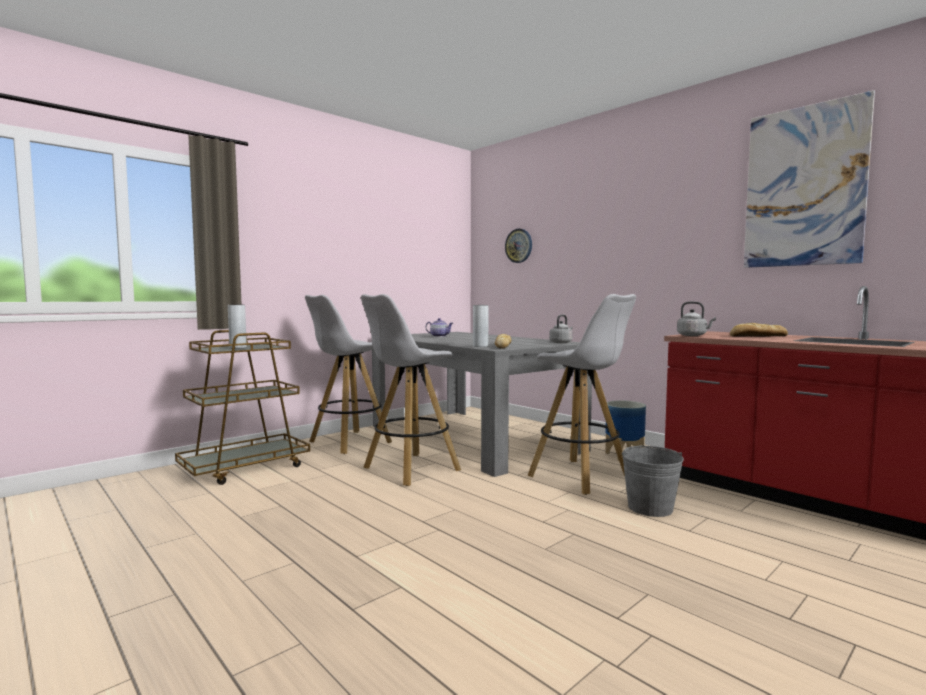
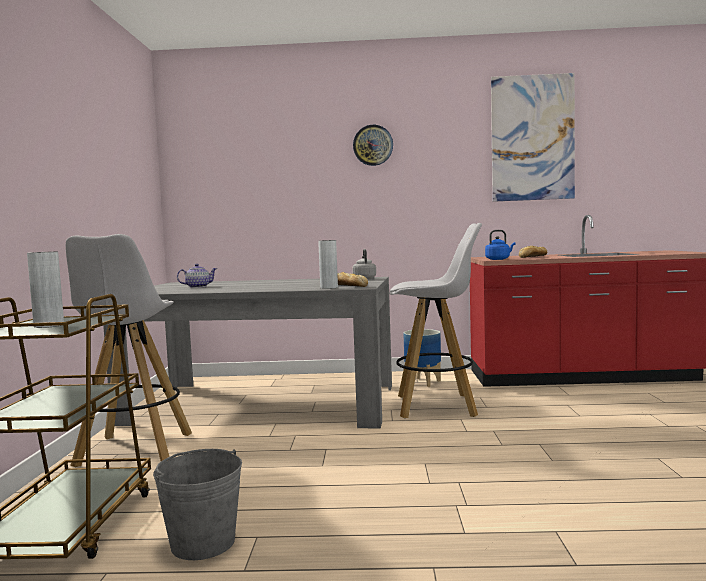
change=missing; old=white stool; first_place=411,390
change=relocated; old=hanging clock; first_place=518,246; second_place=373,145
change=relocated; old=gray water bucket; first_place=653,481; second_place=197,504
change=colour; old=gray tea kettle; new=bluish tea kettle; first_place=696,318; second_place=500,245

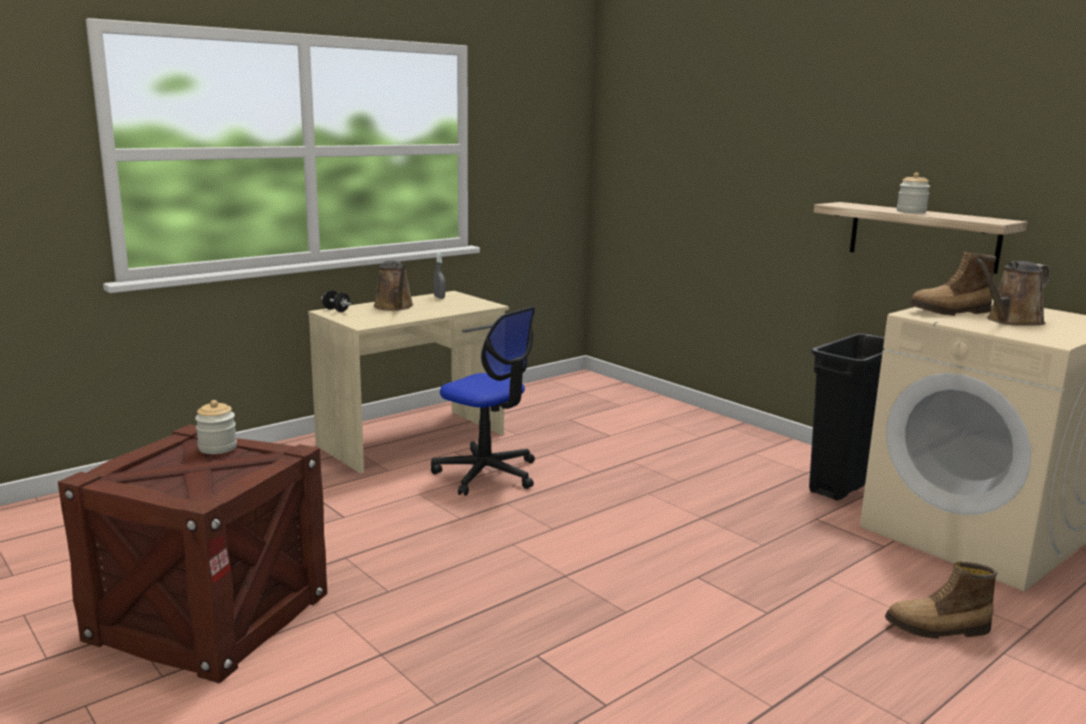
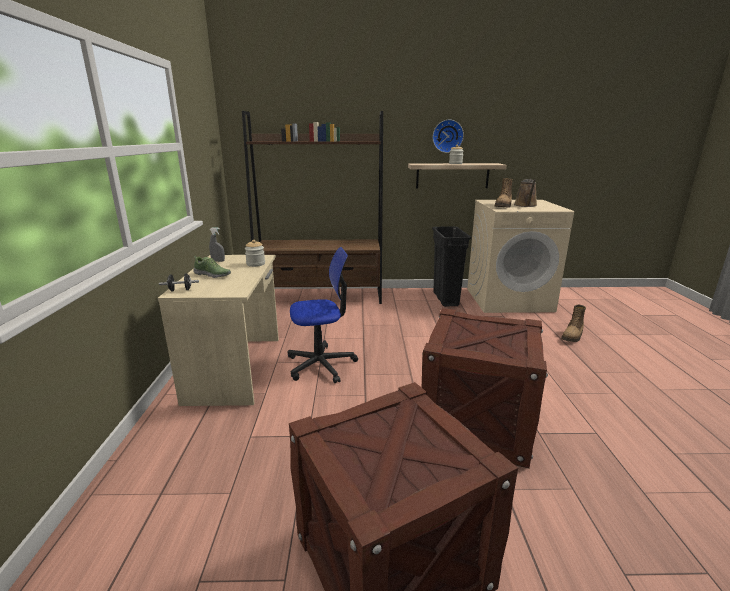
change=appeared; new=brown bookcase; second_place=312,207
change=appeared; new=shipping crate; second_place=484,388
change=appeared; new=hanging clock; second_place=448,136
change=relocated; old=jar; first_place=216,427; second_place=255,253
change=exchanged; old=brown watering pot; new=shoe; first_place=394,285; second_place=212,267

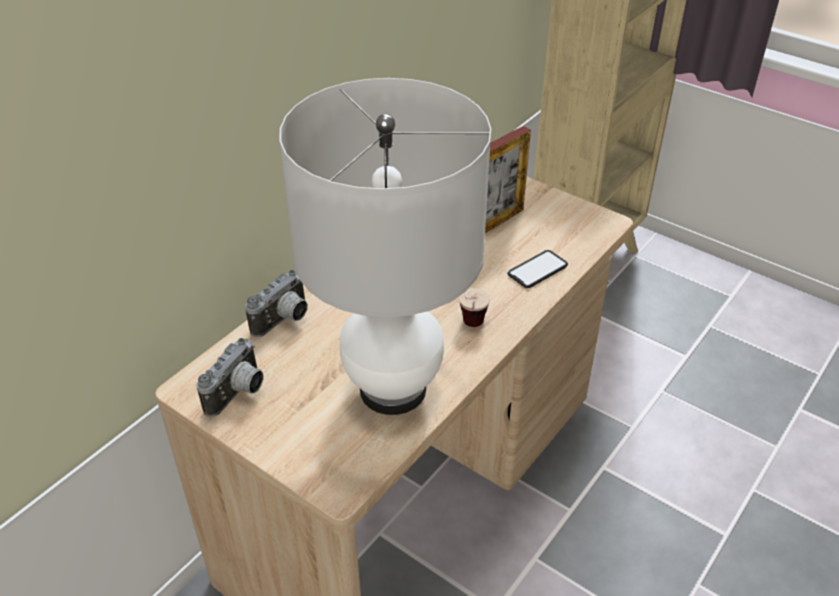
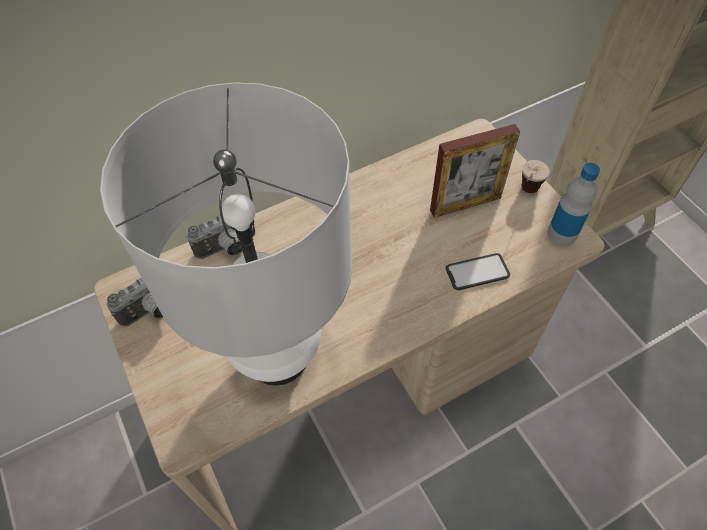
change=appeared; new=bottle; second_place=573,204
change=relocated; old=drinking cup; first_place=474,307; second_place=535,176

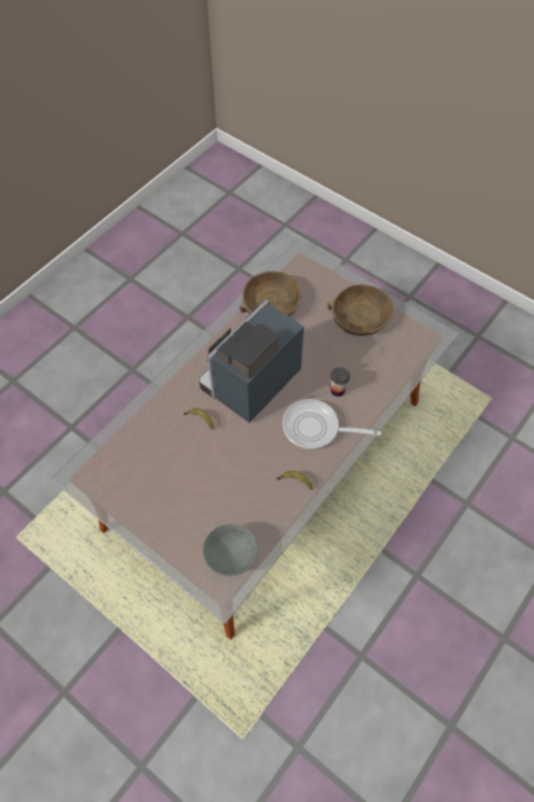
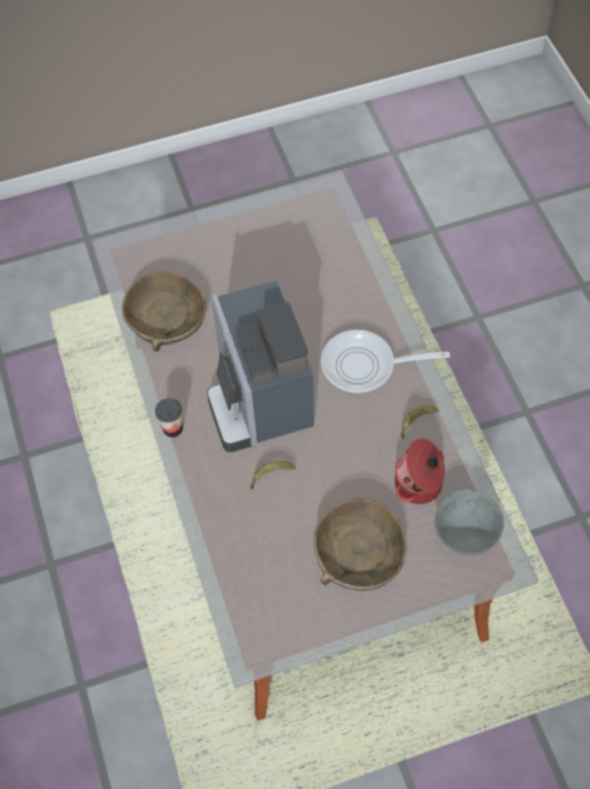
change=appeared; new=cooking pot; second_place=420,471
change=relocated; old=brown bowl; first_place=360,310; second_place=360,544
change=relocated; old=drinking cup; first_place=340,382; second_place=169,417
change=spun; old=frying pan; first_place=331,424; second_place=385,362; degrees=45

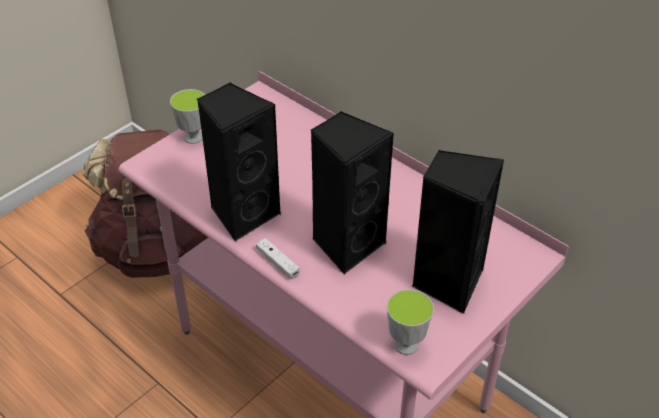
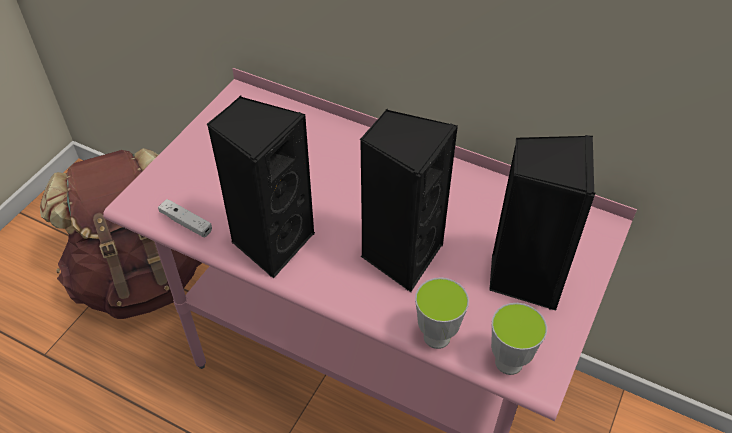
change=relocated; old=drinking cup; first_place=187,116; second_place=442,313
change=relocated; old=white gamepad; first_place=278,259; second_place=185,218

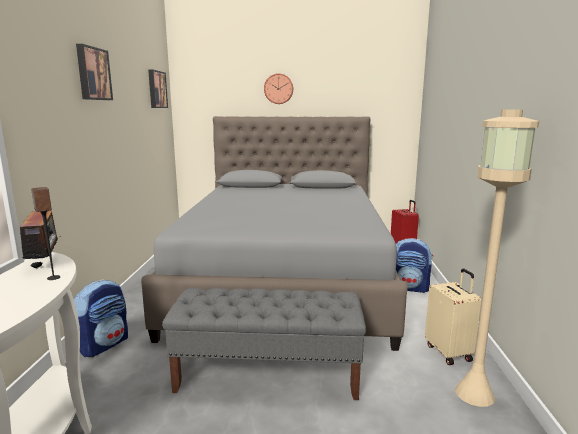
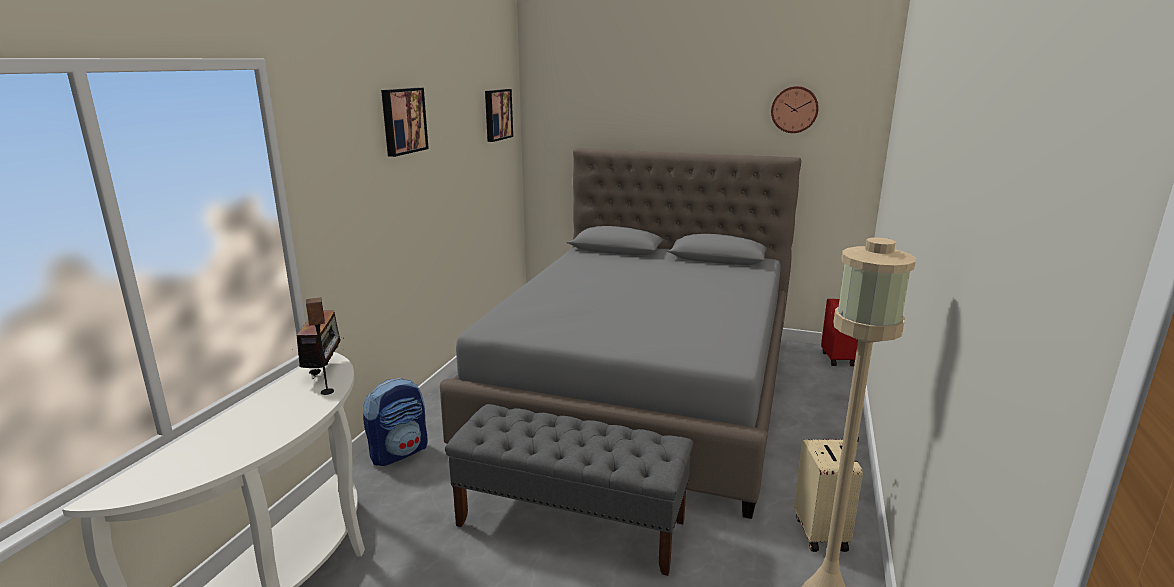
change=missing; old=rucksack; first_place=414,265
change=relocated; old=hanging clock; first_place=278,88; second_place=795,109

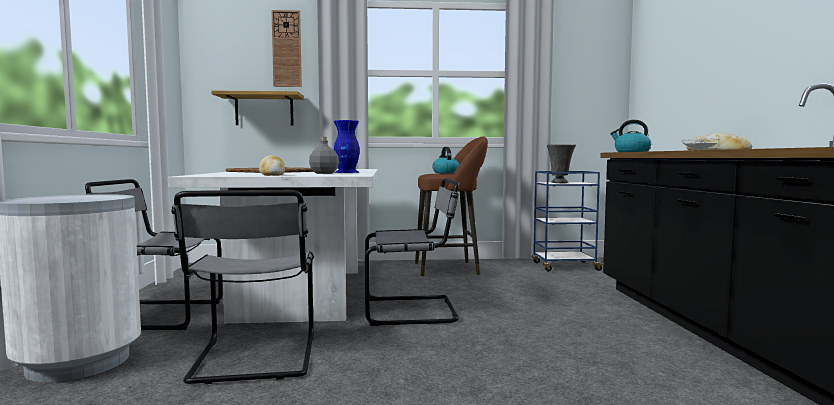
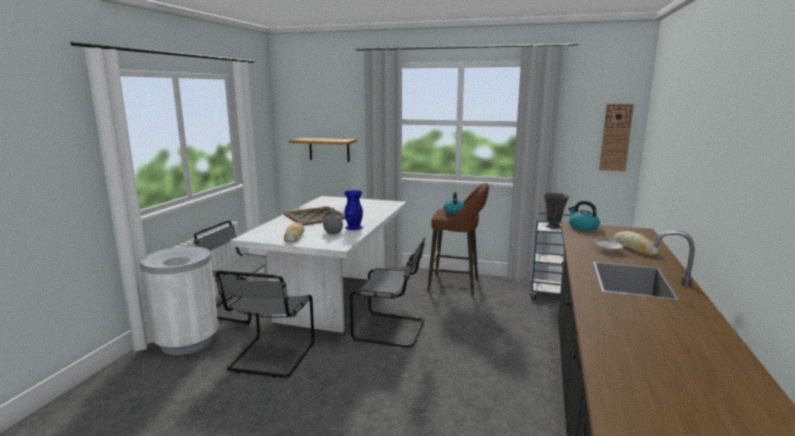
change=relocated; old=hanging clock; first_place=286,48; second_place=616,137

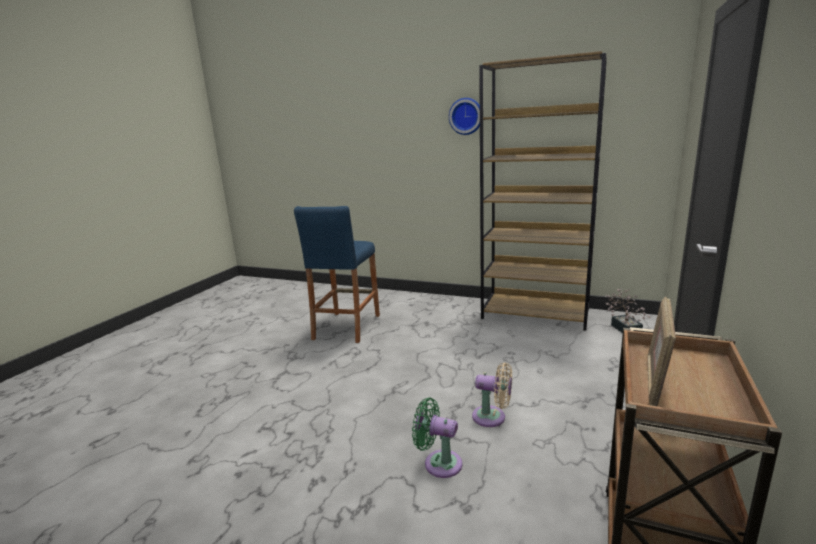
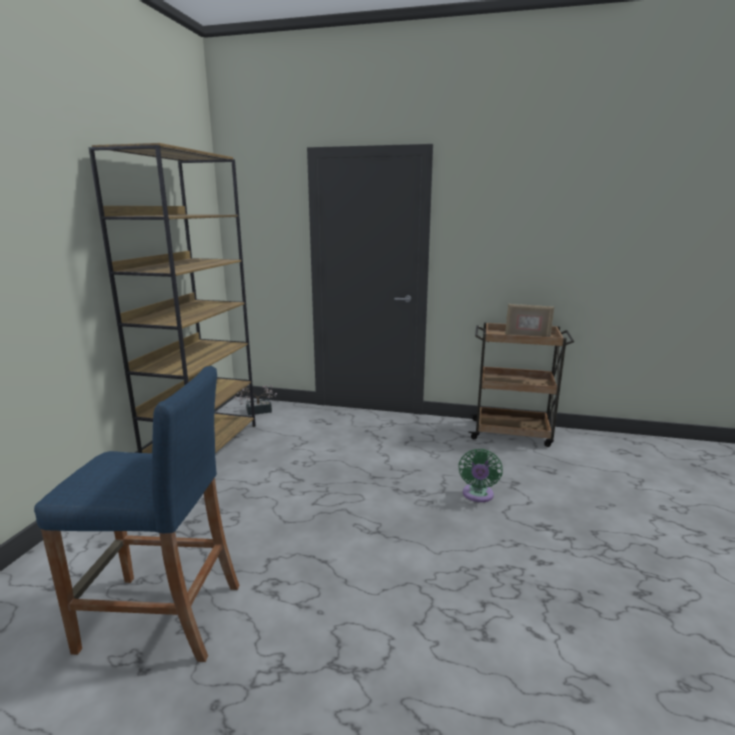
change=missing; old=hanging clock; first_place=464,116
change=missing; old=beige-coloured fan; first_place=492,394

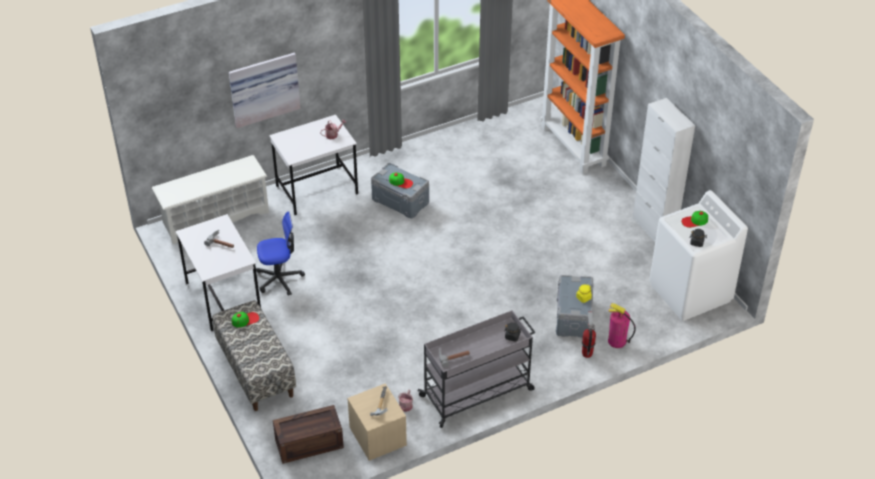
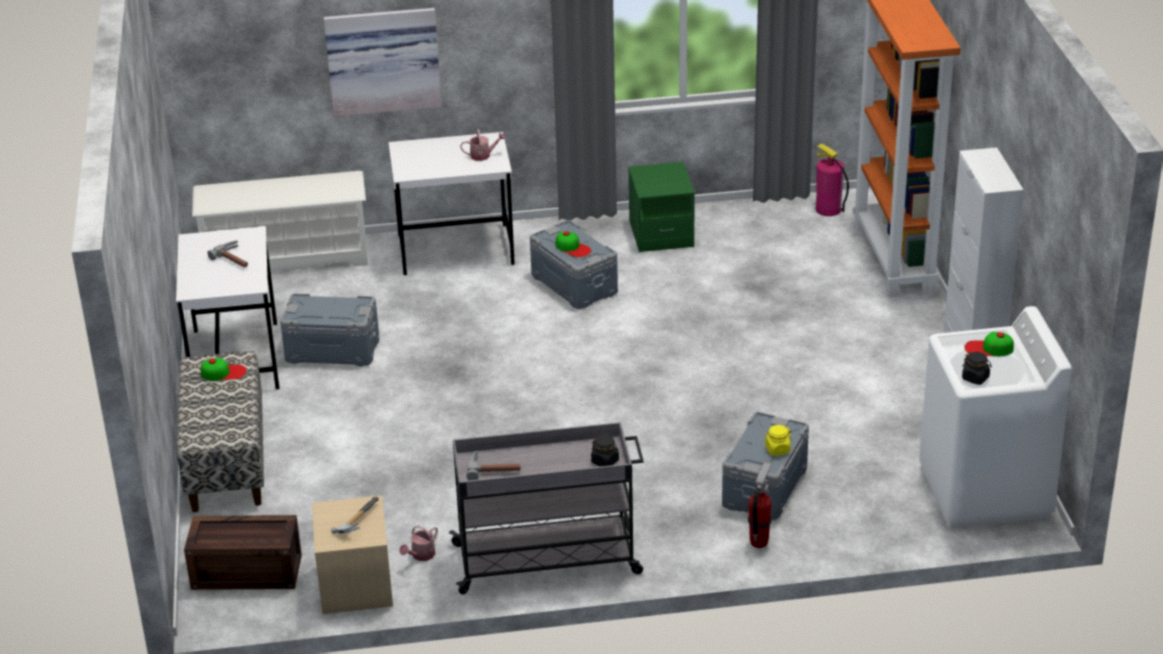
change=appeared; new=green bedside table; second_place=661,207
change=relocated; old=fire extinguisher; first_place=622,325; second_place=832,179
change=exchanged; old=office chair; new=gray storage container; first_place=280,253; second_place=329,329

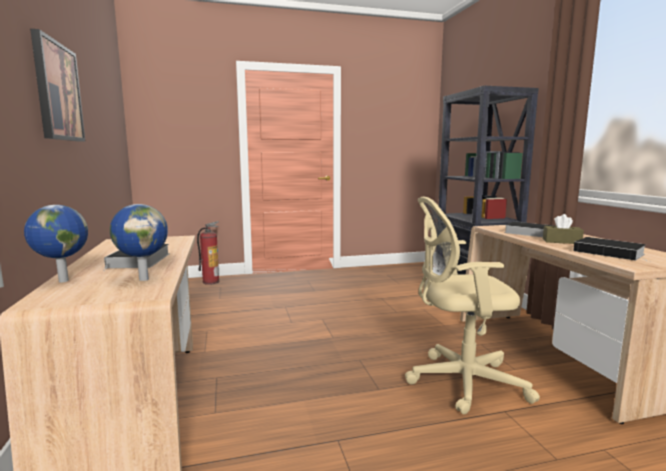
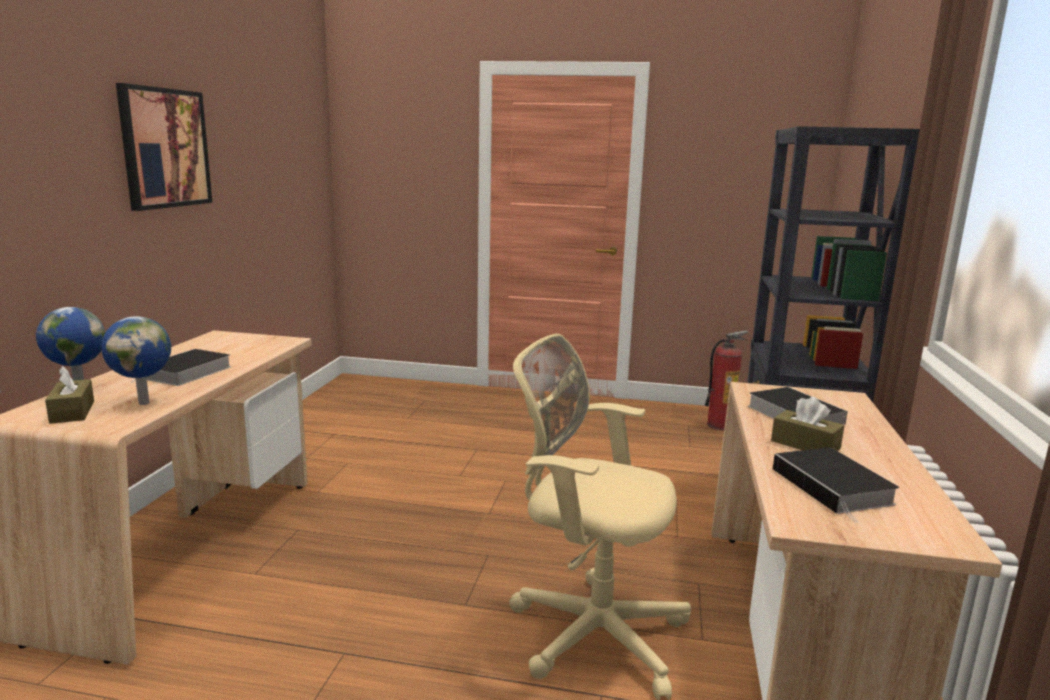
change=appeared; new=brown box of tissues; second_place=69,395
change=relocated; old=fire extinguisher; first_place=208,253; second_place=726,380

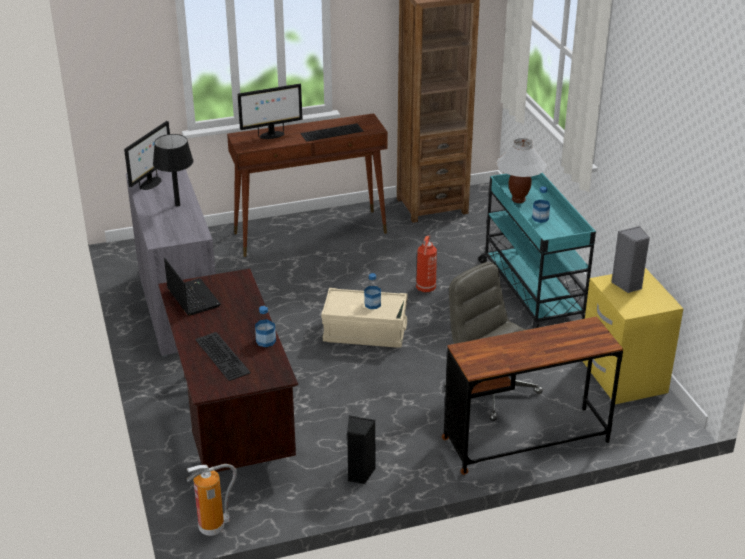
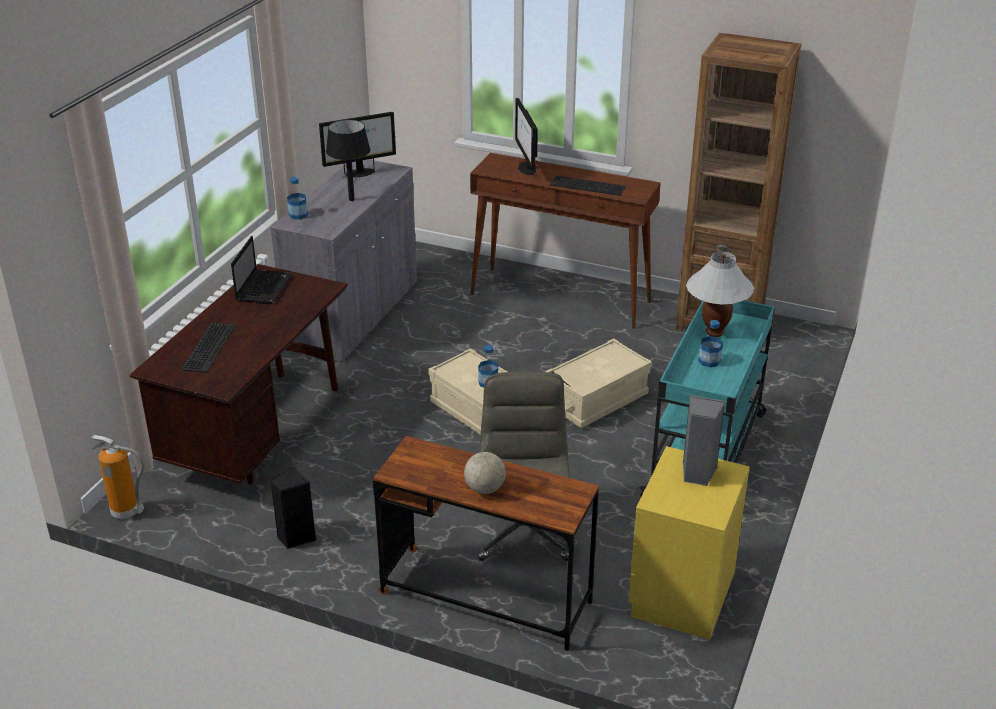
change=appeared; new=globe; second_place=485,464
change=relocated; old=bottle; first_place=265,326; second_place=298,198
change=exchanged; old=fire extinguisher; new=beige-coloured storage container; first_place=426,263; second_place=598,383
change=spun; old=computer screen; first_place=270,111; second_place=526,136; degrees=60

